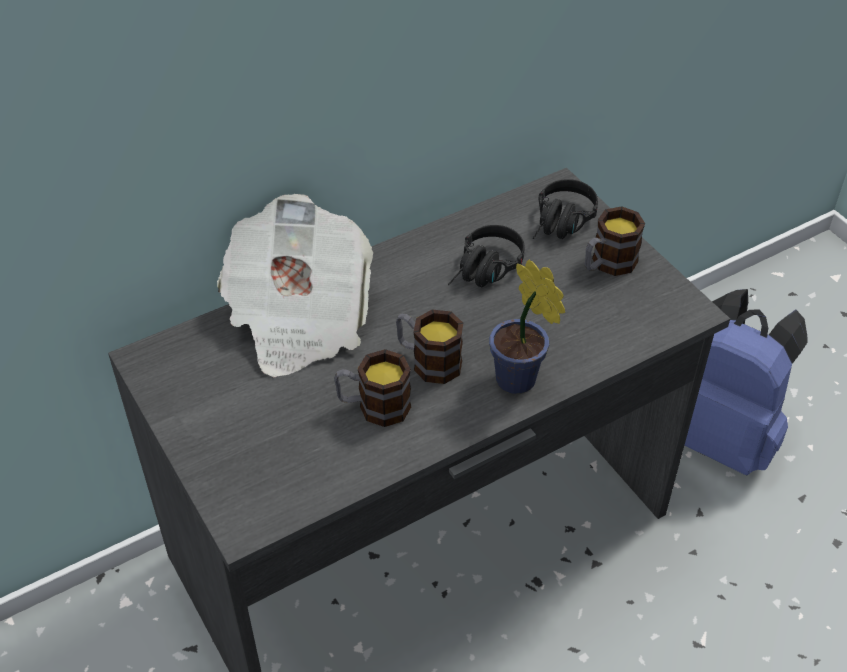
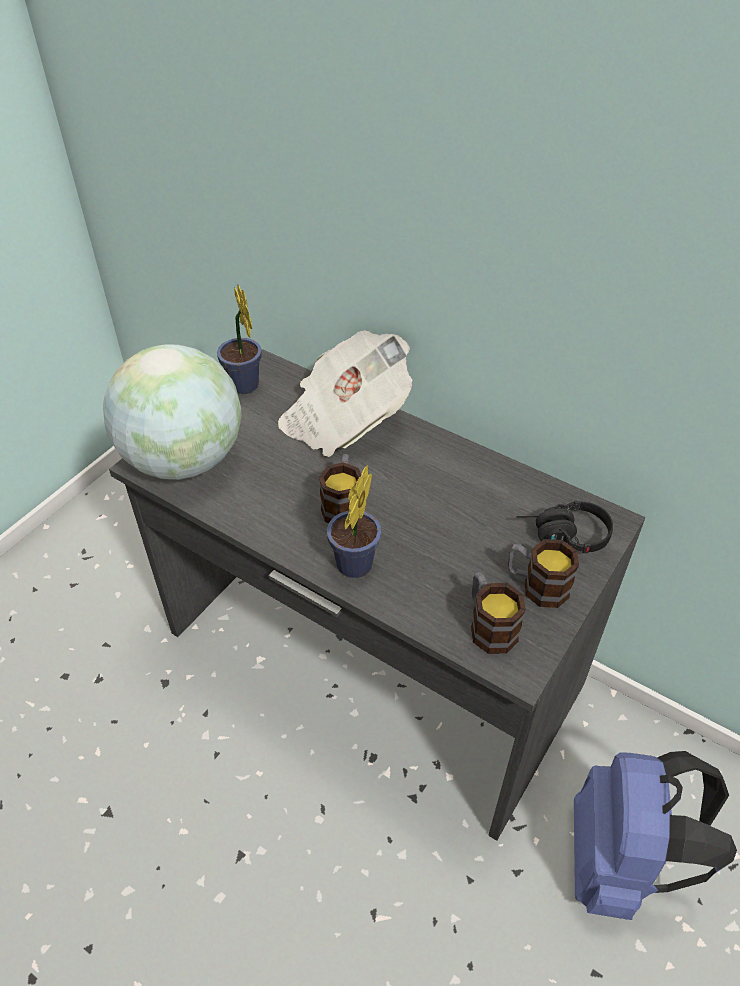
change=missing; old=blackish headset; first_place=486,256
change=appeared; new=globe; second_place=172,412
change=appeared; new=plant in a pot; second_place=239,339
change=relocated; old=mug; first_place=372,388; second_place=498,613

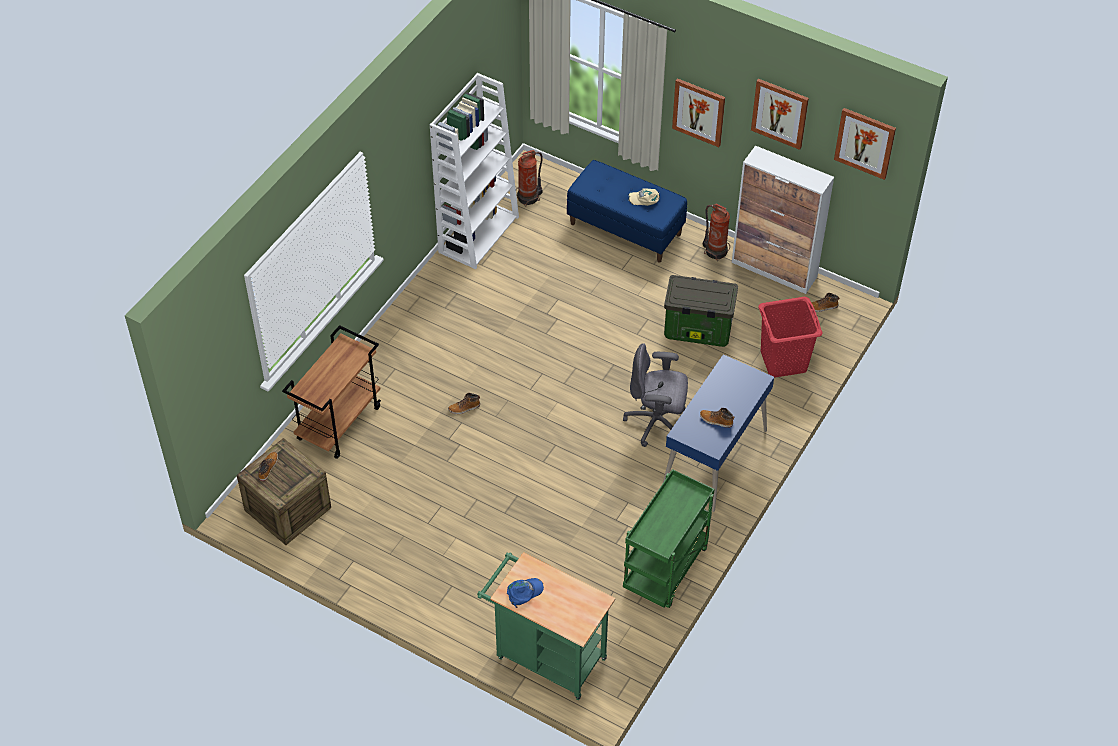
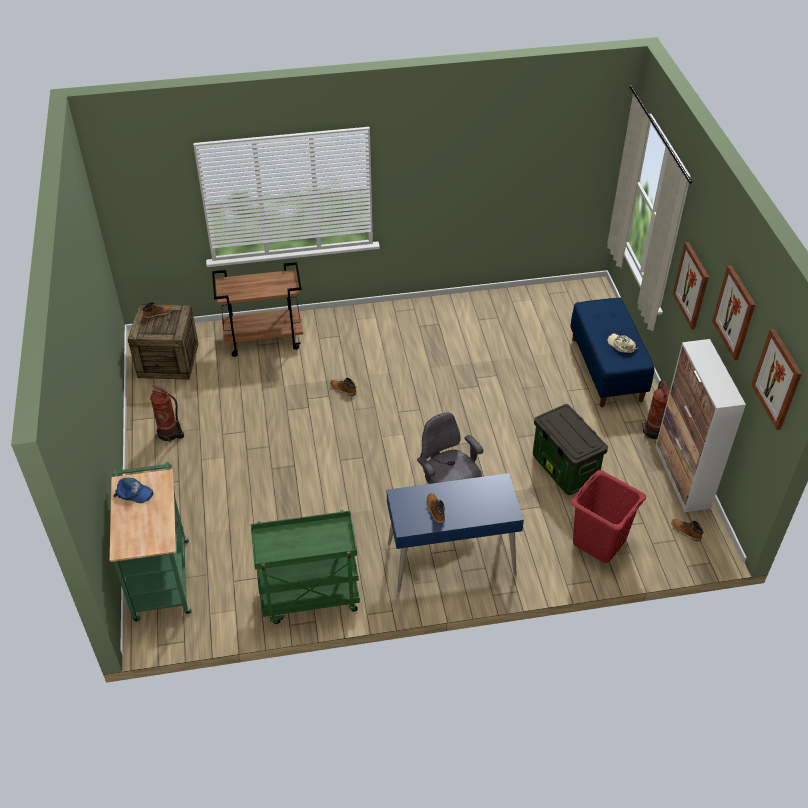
change=missing; old=white bookcase; first_place=474,171
change=relocated; old=fire extinguisher; first_place=529,178; second_place=167,413

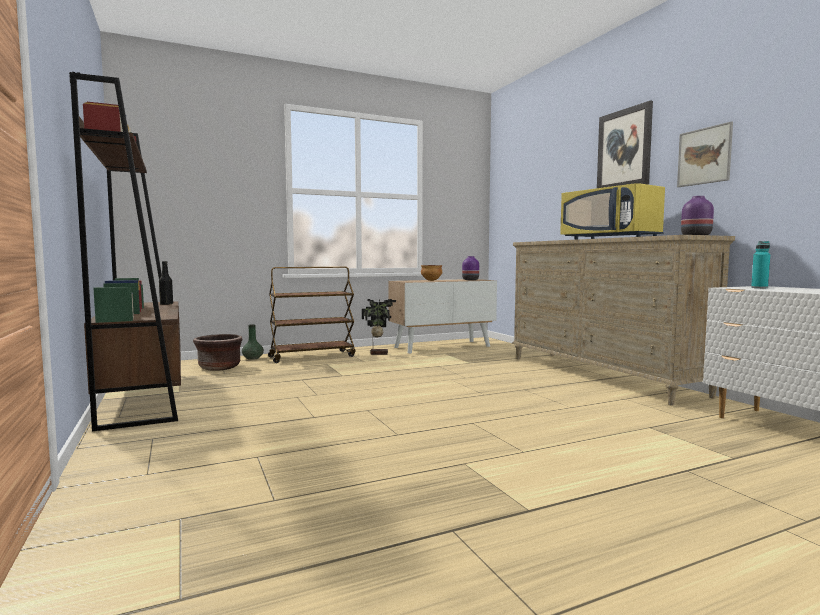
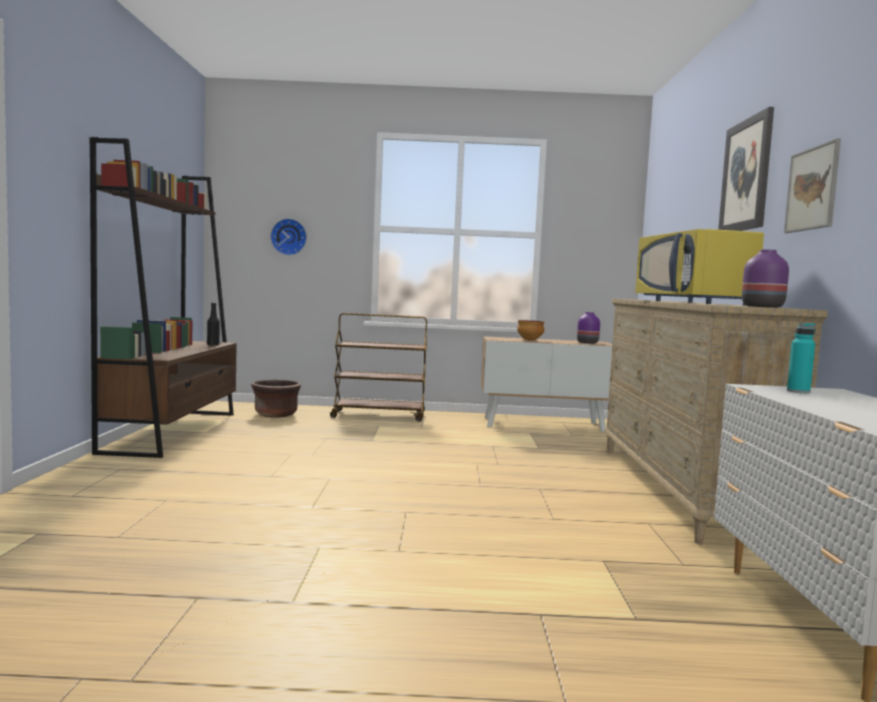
change=missing; old=green flower vase; first_place=253,342
change=missing; old=plant in a pot; first_place=379,327
change=appeared; new=hanging clock; second_place=288,236

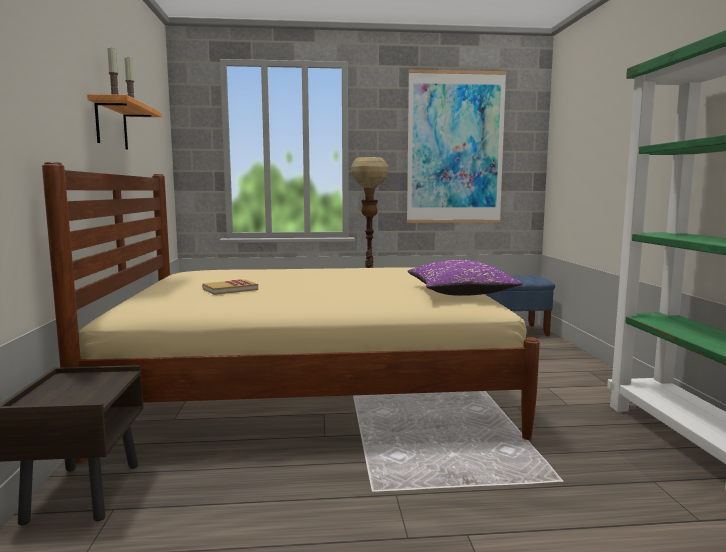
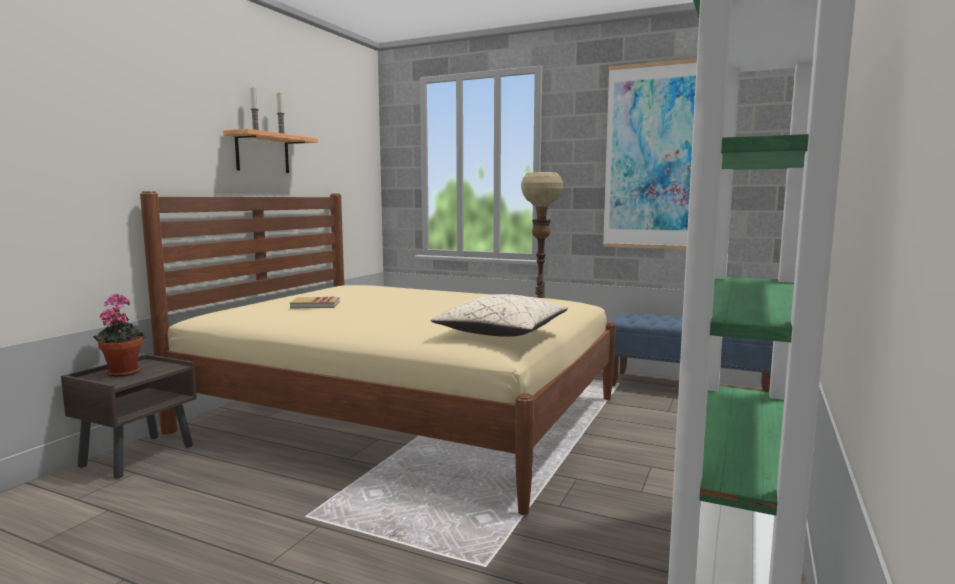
change=appeared; new=plant in a pot; second_place=120,335
change=colour; old=purple-coloured cushion; new=beige-coloured cushion; first_place=465,278; second_place=499,315

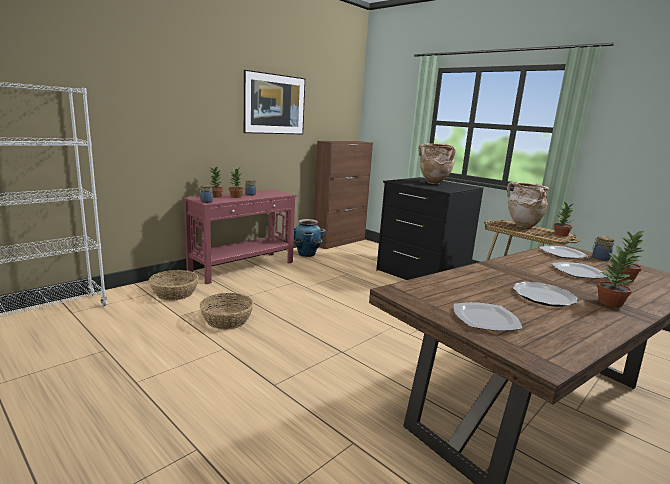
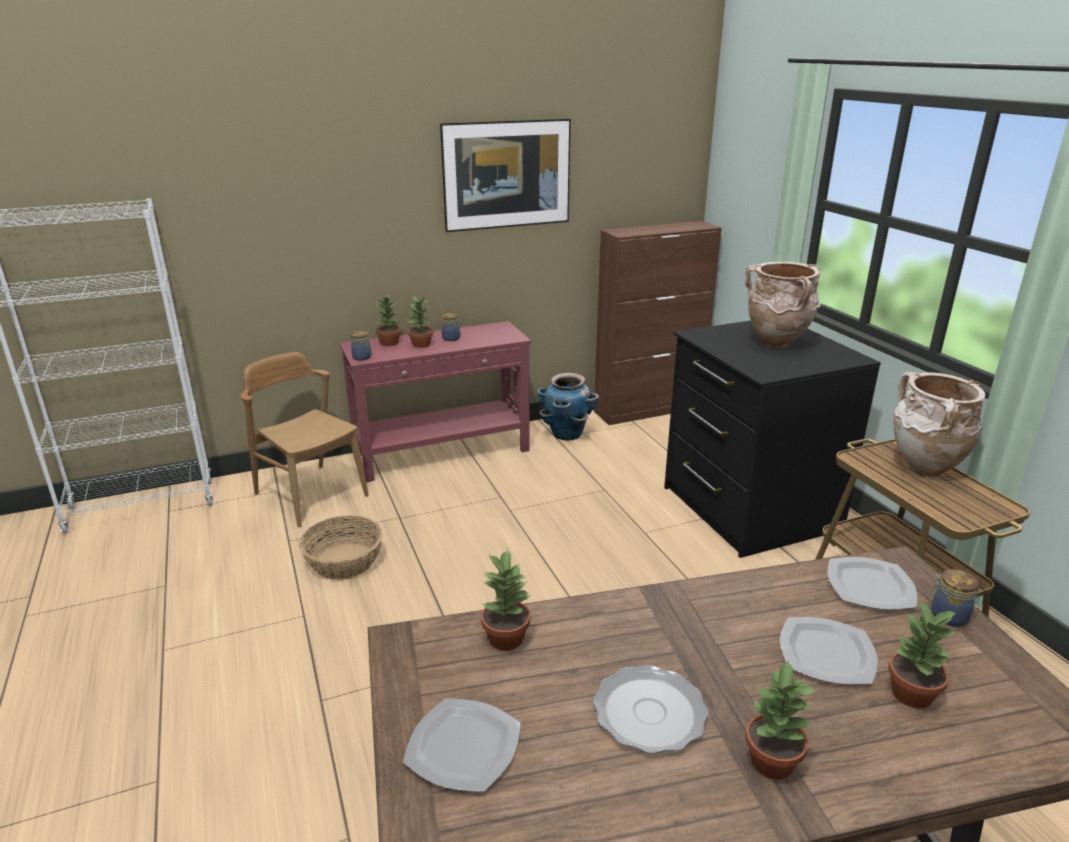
change=relocated; old=plant in a pot; first_place=564,219; second_place=506,600
change=exchanged; old=storage basket; new=brown plain chair; first_place=174,285; second_place=305,439

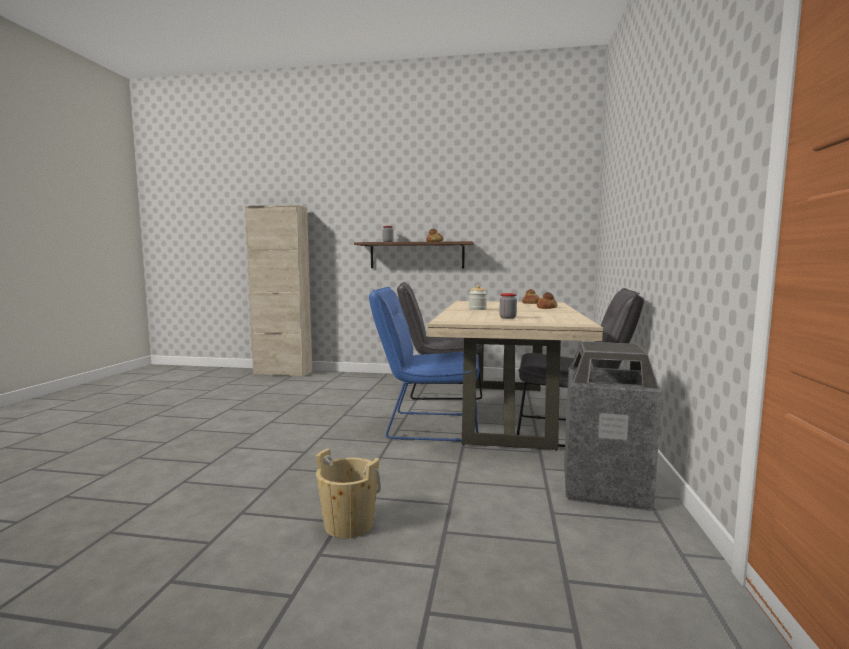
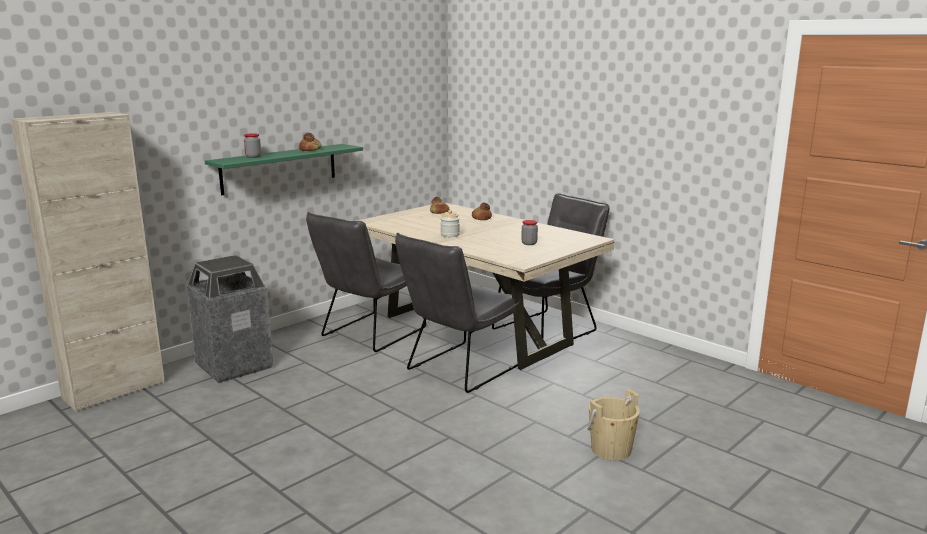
change=relocated; old=rubbish bin; first_place=613,426; second_place=230,319
change=colour; old=brown shelf; new=green shelf; first_place=414,254; second_place=284,169
change=colour; old=bluish plain chair; new=gray plain chair; first_place=424,364; second_place=457,313

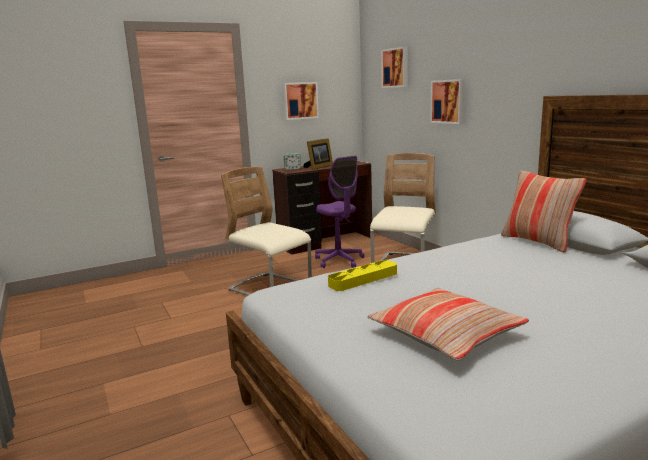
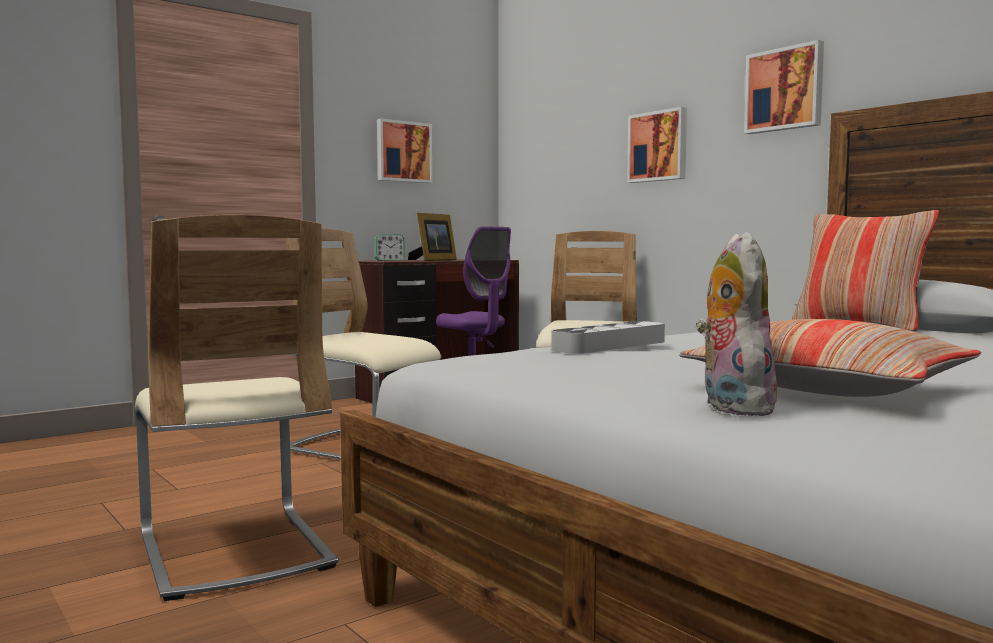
change=appeared; new=beige-coloured plain chair; second_place=236,408
change=appeared; new=plush toy; second_place=736,324
change=relocated; old=wall picture; first_place=394,67; second_place=784,87
change=colour; old=yellowish carrying tray; new=gray carrying tray; first_place=362,275; second_place=608,337

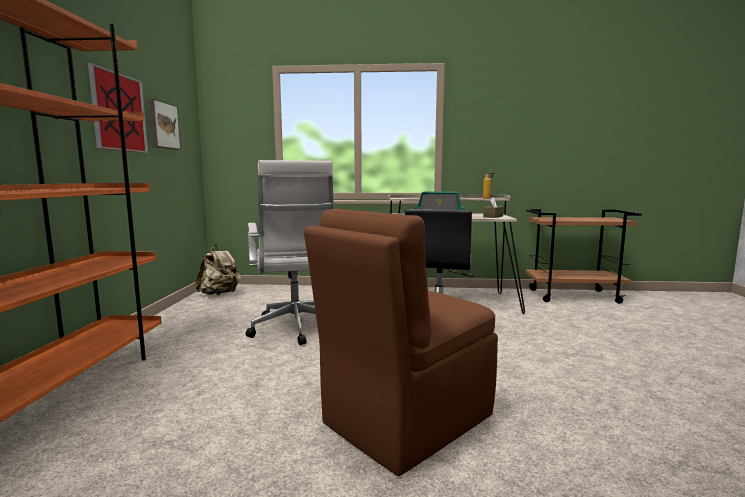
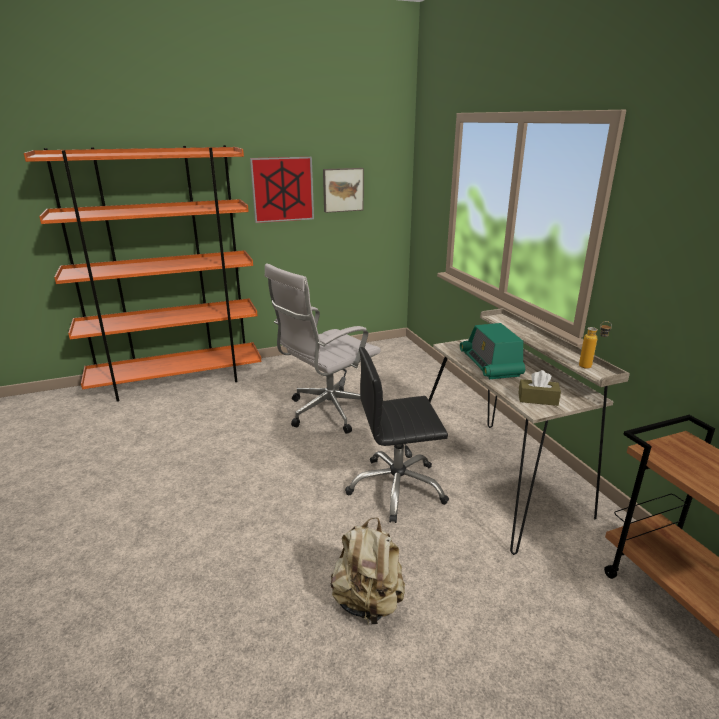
change=missing; old=brown plain chair; first_place=401,342
change=relocated; old=beige-coloured rucksack; first_place=218,270; second_place=368,571

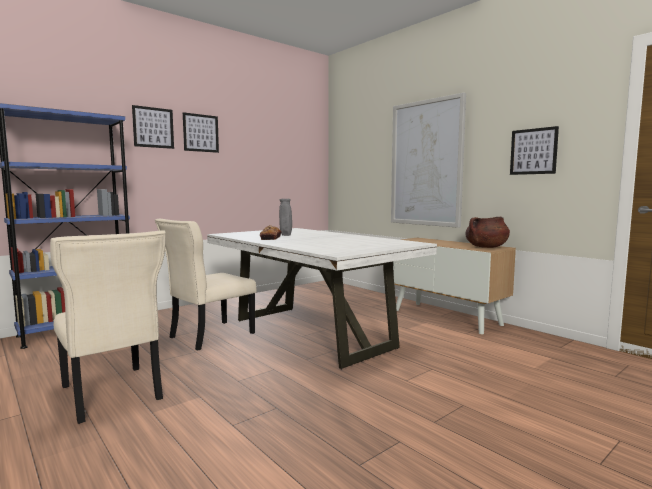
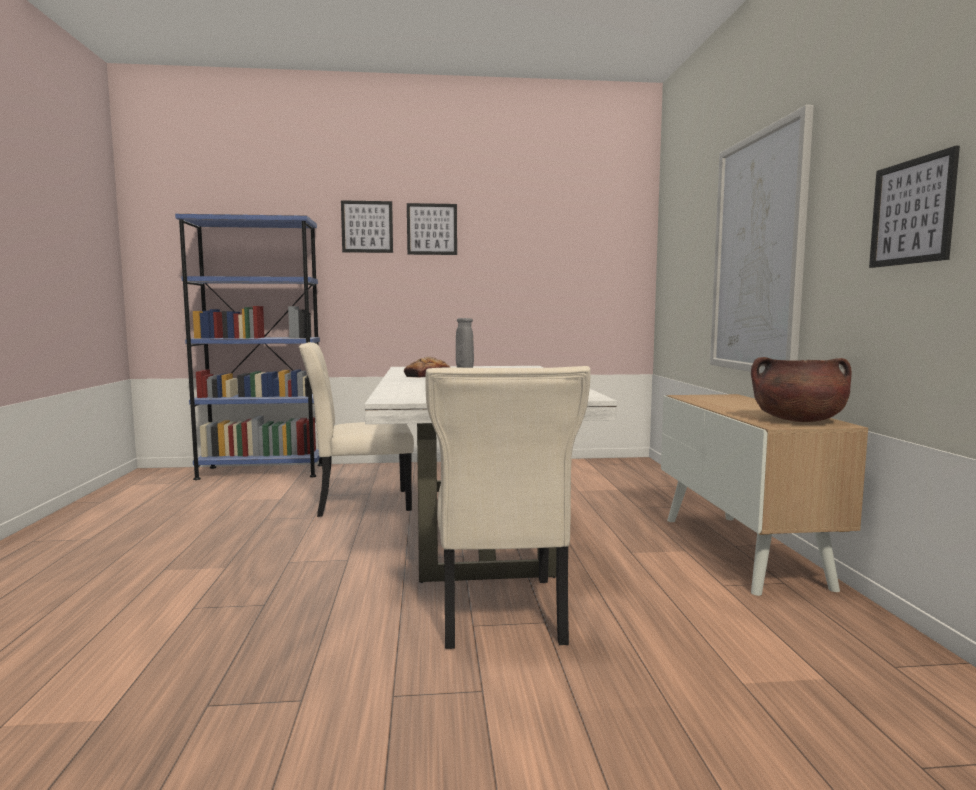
change=relocated; old=beige-coloured plain chair; first_place=108,327; second_place=508,507

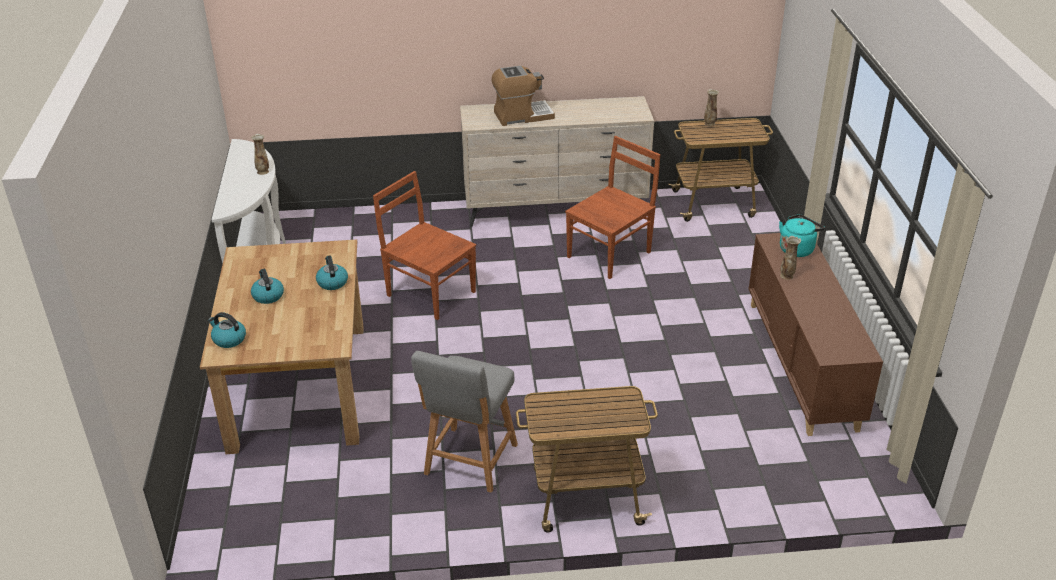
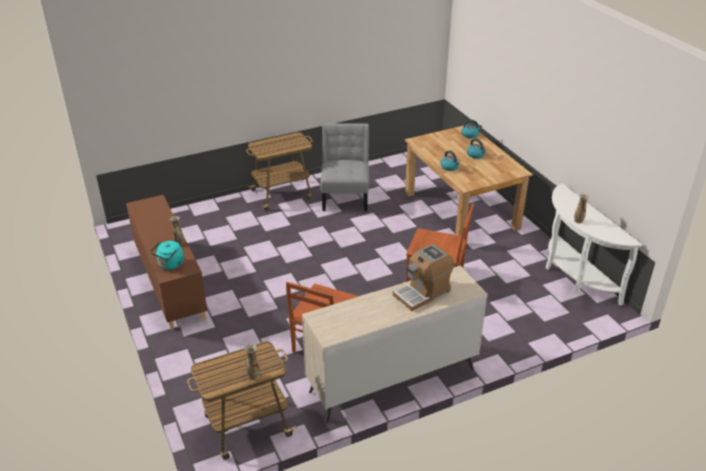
change=exchanged; old=gray stool; new=gray plain chair; first_place=464,422; second_place=345,167

